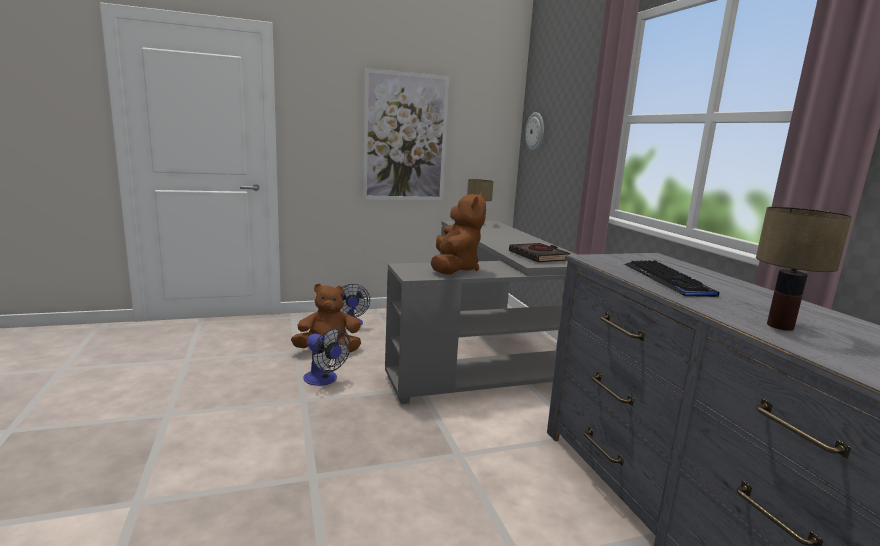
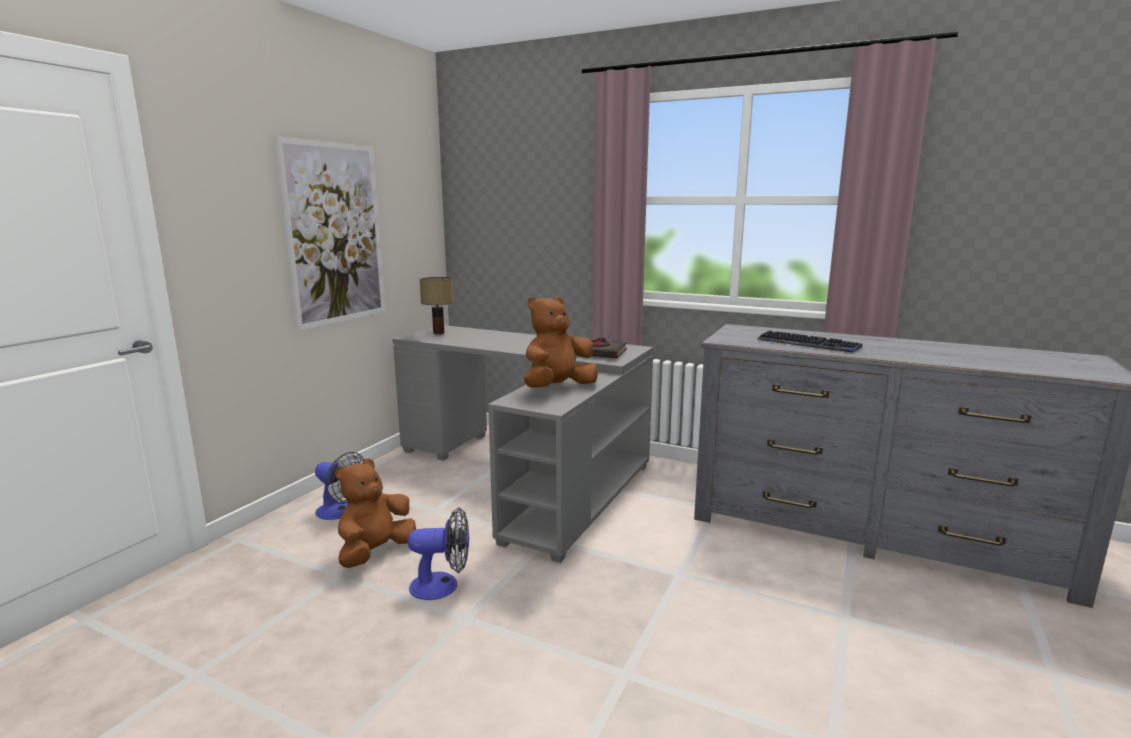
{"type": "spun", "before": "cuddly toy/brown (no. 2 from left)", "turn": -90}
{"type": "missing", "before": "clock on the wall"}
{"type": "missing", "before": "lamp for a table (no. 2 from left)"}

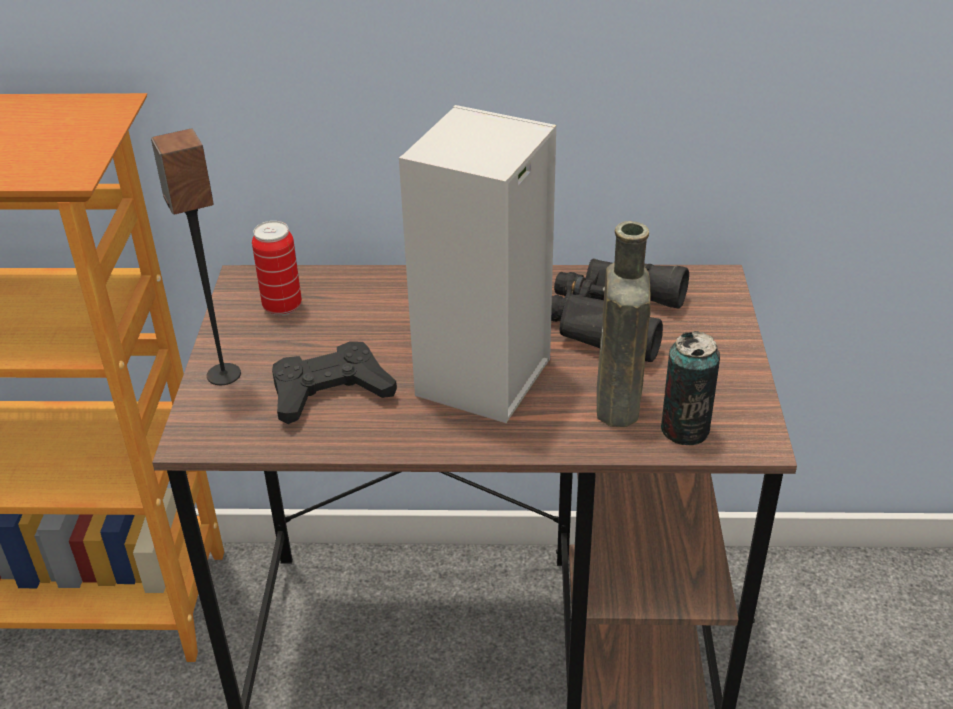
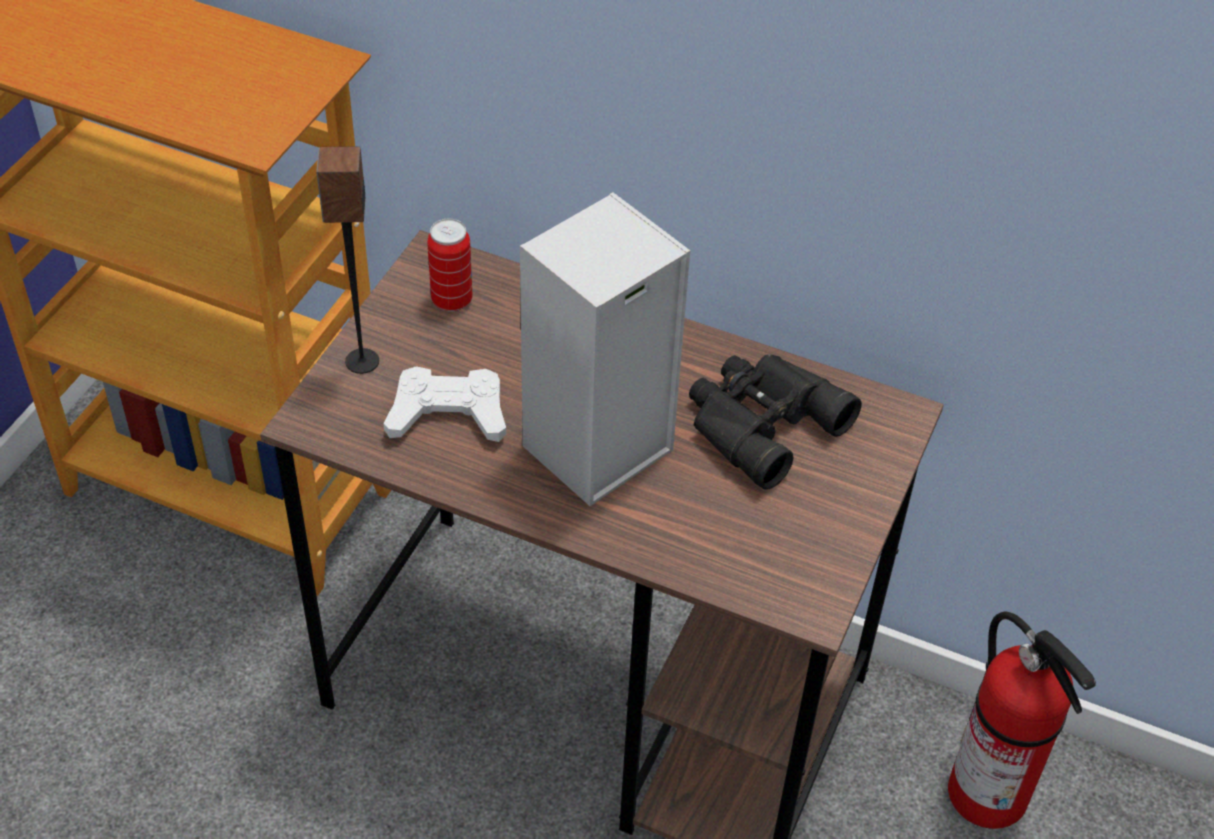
{"type": "colour", "before": "joypad/blackish", "after": "joypad/white"}
{"type": "missing", "before": "bottle/brown"}
{"type": "missing", "before": "can (no. 2 from left)"}
{"type": "appeared", "after": "extinguisher"}

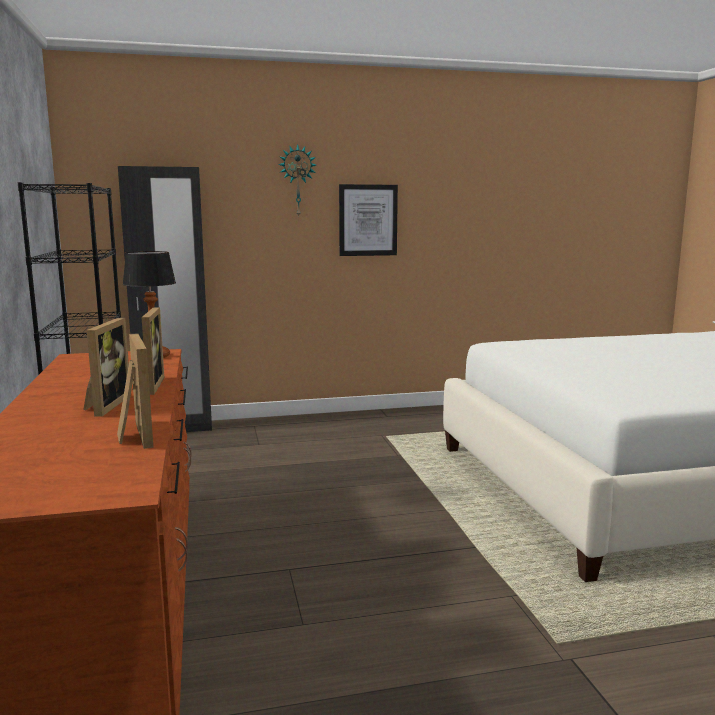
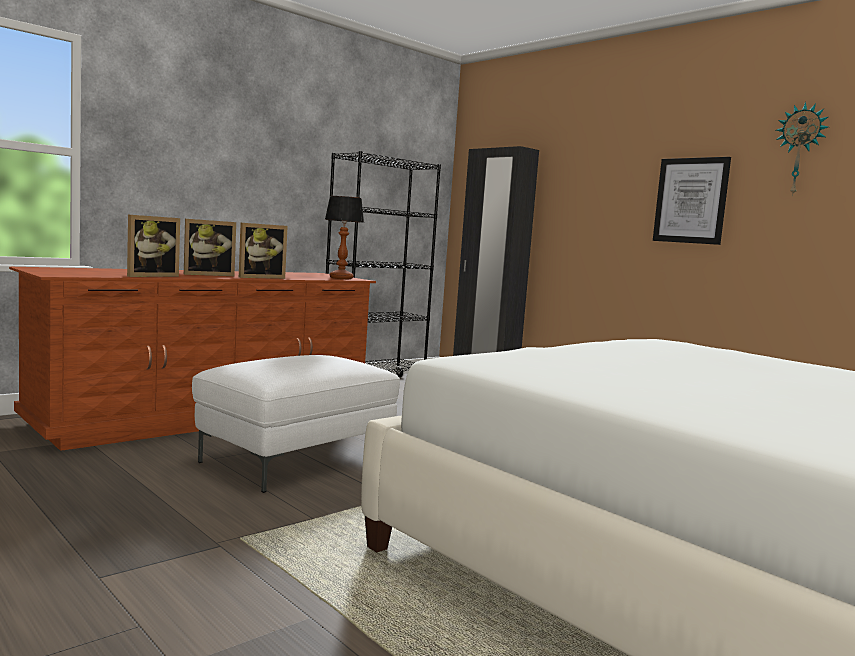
{"type": "relocated", "before": "clock on the wall"}
{"type": "appeared", "after": "ottoman/white"}

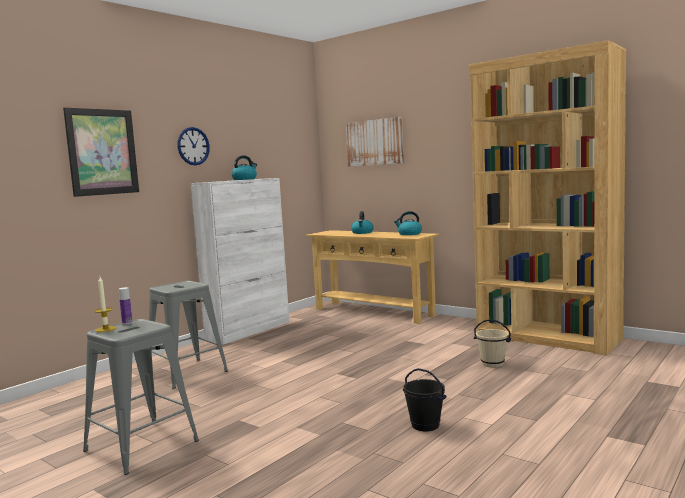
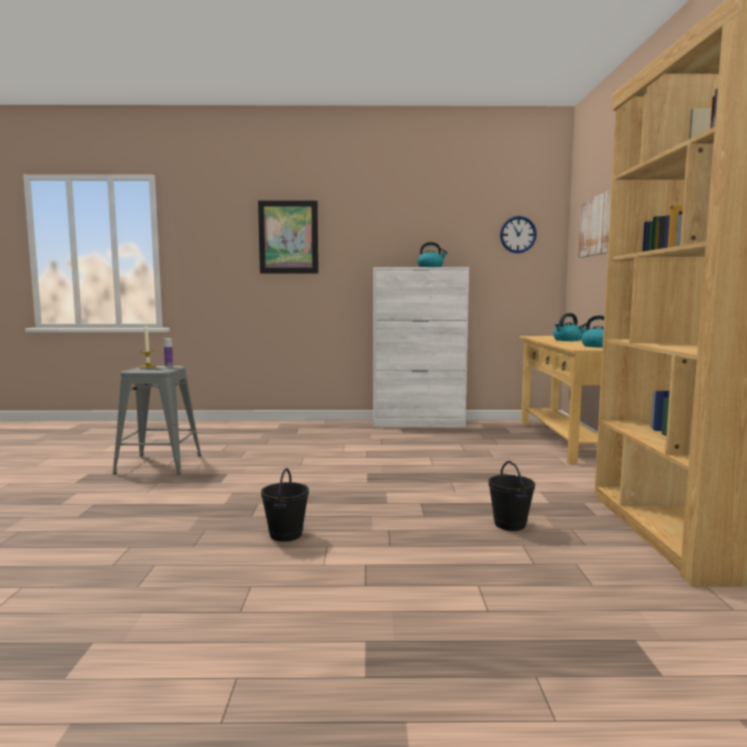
{"type": "missing", "before": "sitting stool/grey (no. 2 from left)"}
{"type": "relocated", "before": "clock on the wall"}
{"type": "colour", "before": "pail/sand-coloured", "after": "pail/blackish (no. 2 from left)"}

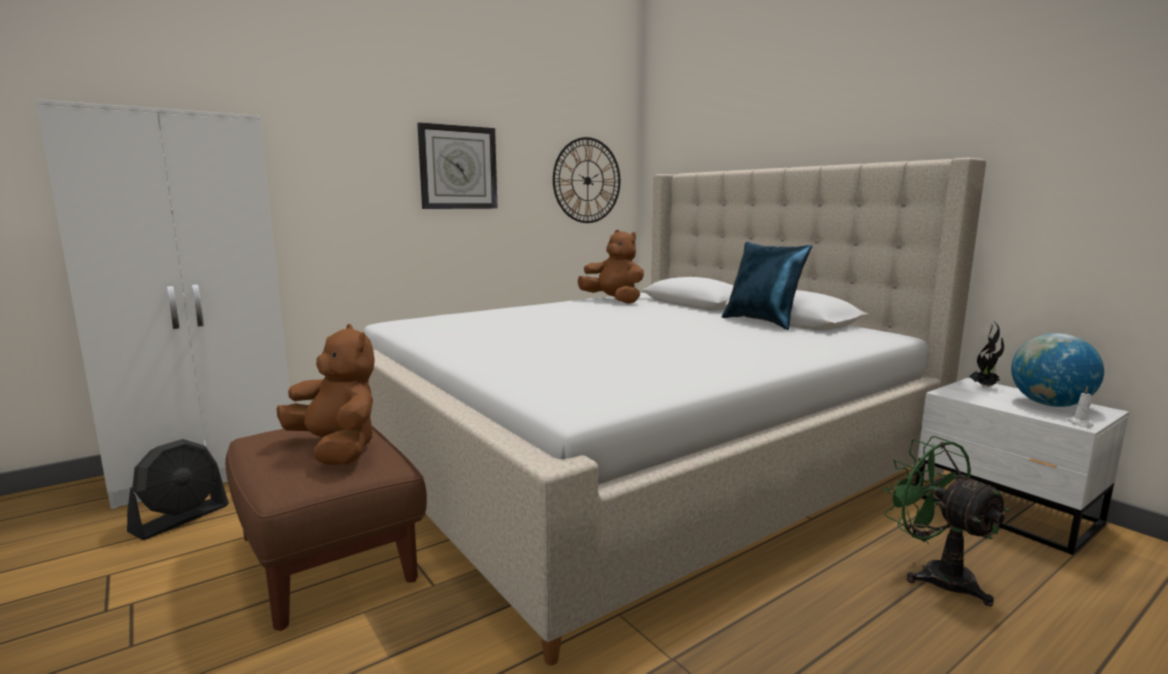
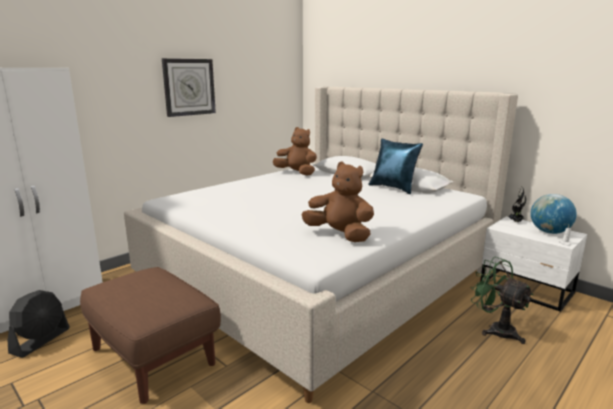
{"type": "relocated", "before": "cuddly toy/brown (no. 1 from left in the first image)", "after": "cuddly toy/brown (no. 2 from left)"}
{"type": "missing", "before": "clock on the wall (no. 2 from left)"}

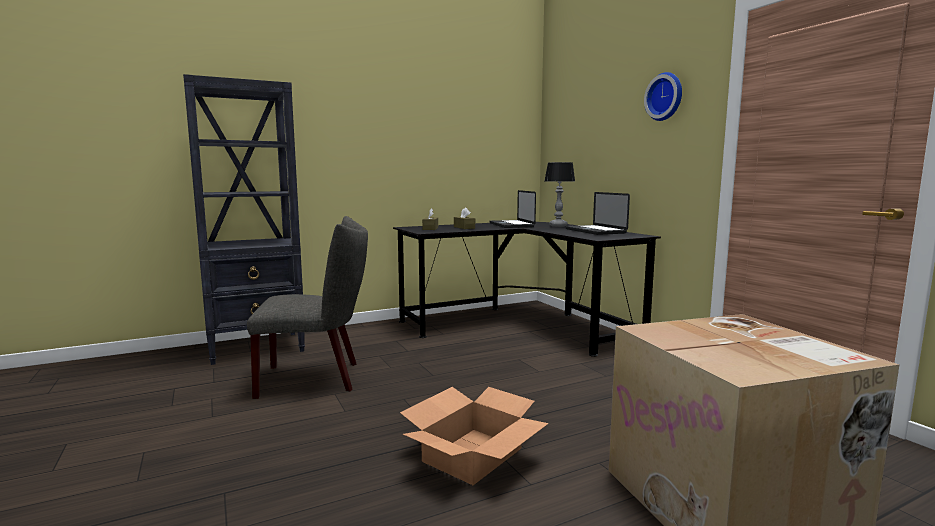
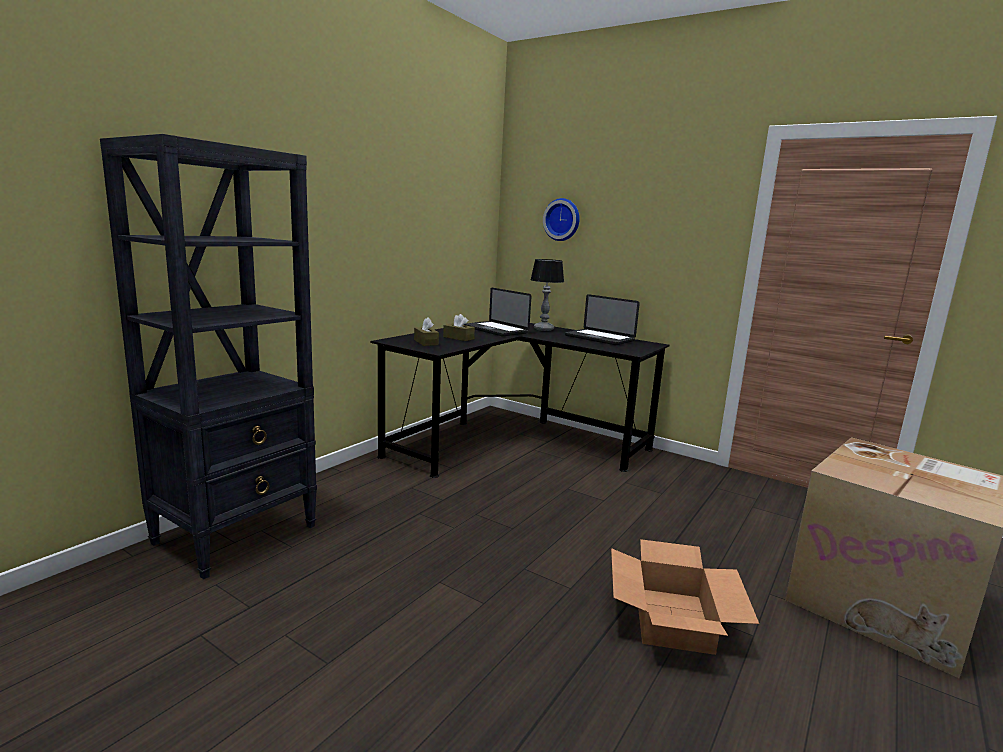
{"type": "missing", "before": "upright chair/grey"}
{"type": "relocated", "before": "clock on the wall"}

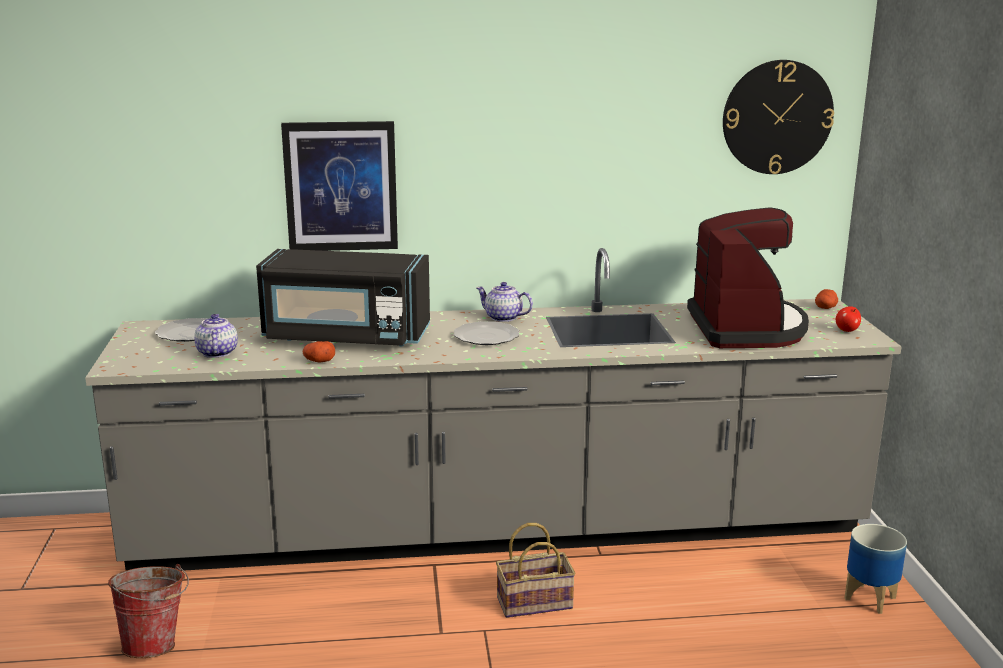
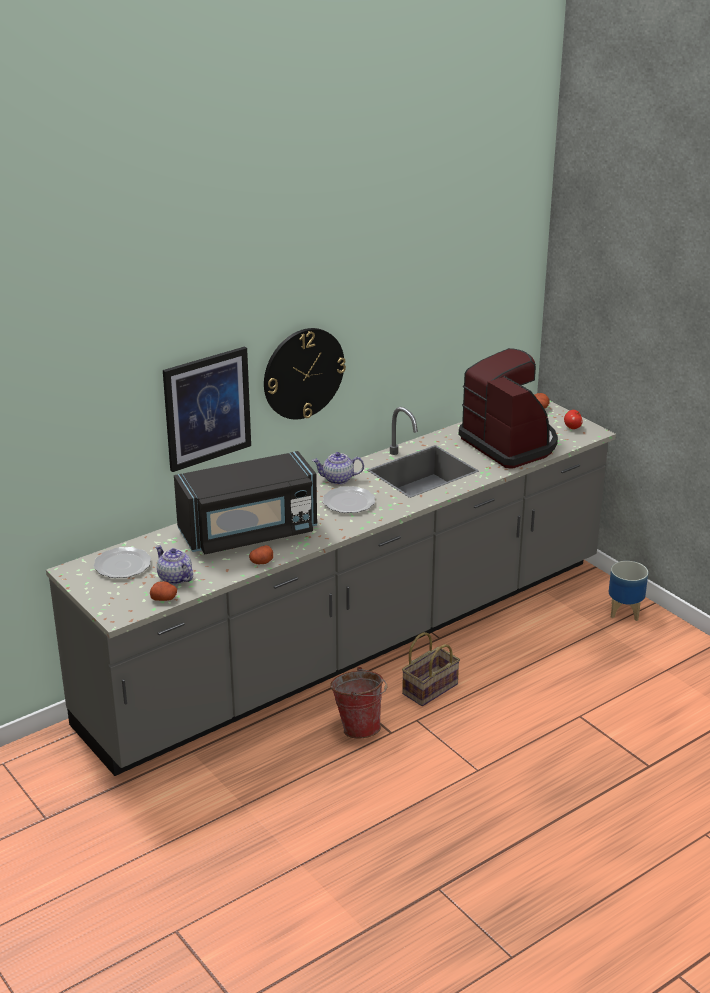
{"type": "relocated", "before": "pail"}
{"type": "relocated", "before": "clock on the wall"}
{"type": "appeared", "after": "spud (no. 1 from left)"}

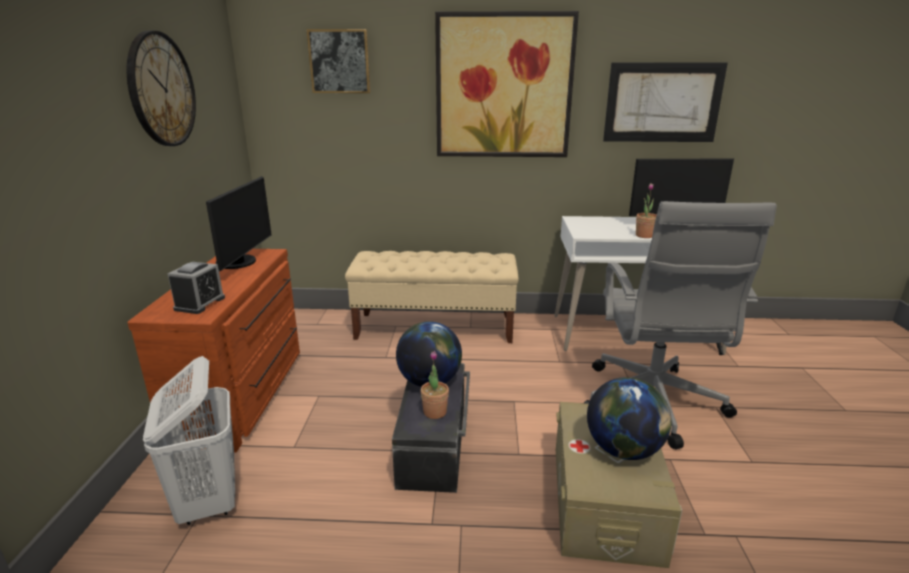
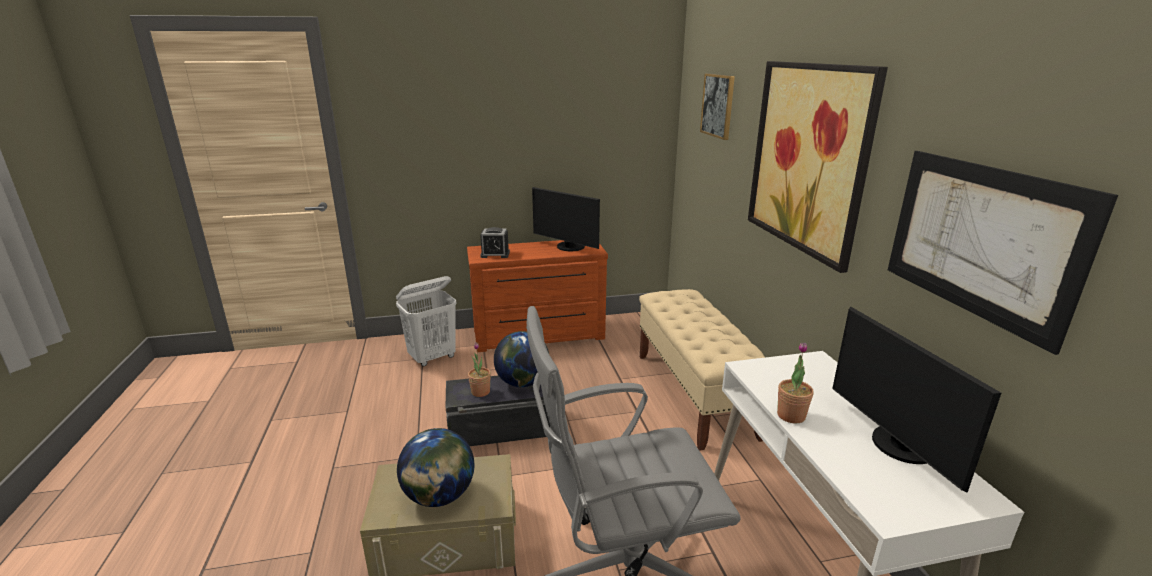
{"type": "missing", "before": "clock on the wall"}
{"type": "spun", "before": "computer screen (no. 1 from left)", "turn": 45}

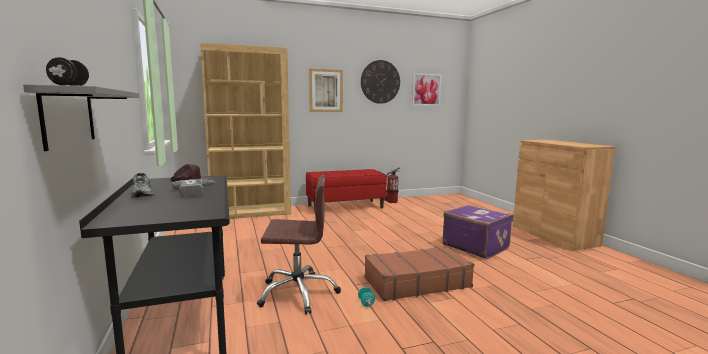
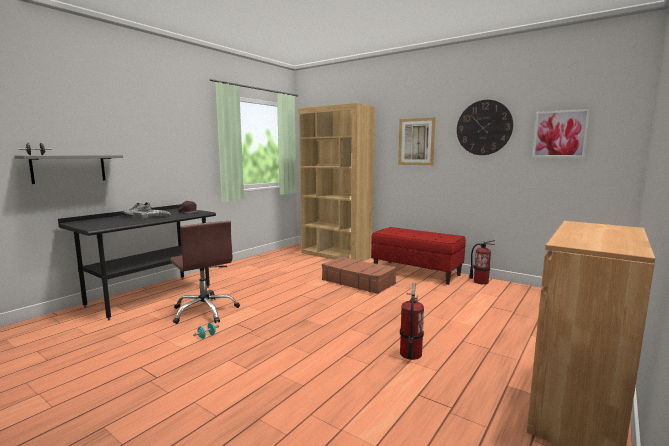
{"type": "relocated", "before": "piece of luggage/brown"}
{"type": "exchanged", "before": "piece of luggage/purple-coloured", "after": "extinguisher (no. 1 from left)"}

